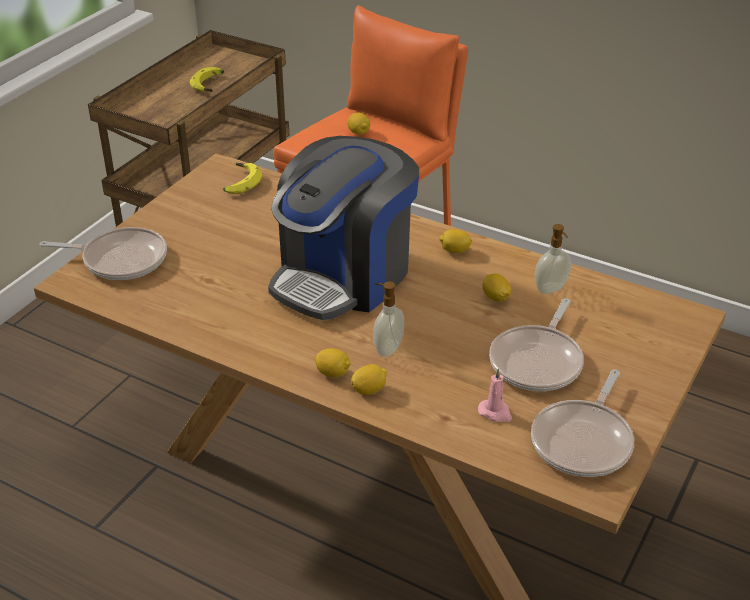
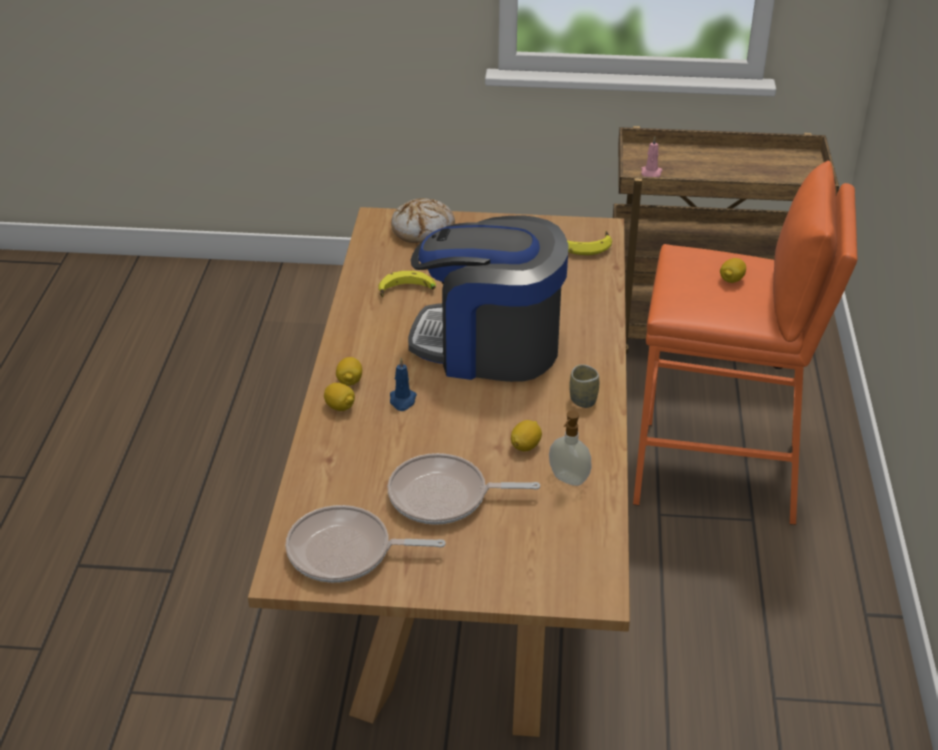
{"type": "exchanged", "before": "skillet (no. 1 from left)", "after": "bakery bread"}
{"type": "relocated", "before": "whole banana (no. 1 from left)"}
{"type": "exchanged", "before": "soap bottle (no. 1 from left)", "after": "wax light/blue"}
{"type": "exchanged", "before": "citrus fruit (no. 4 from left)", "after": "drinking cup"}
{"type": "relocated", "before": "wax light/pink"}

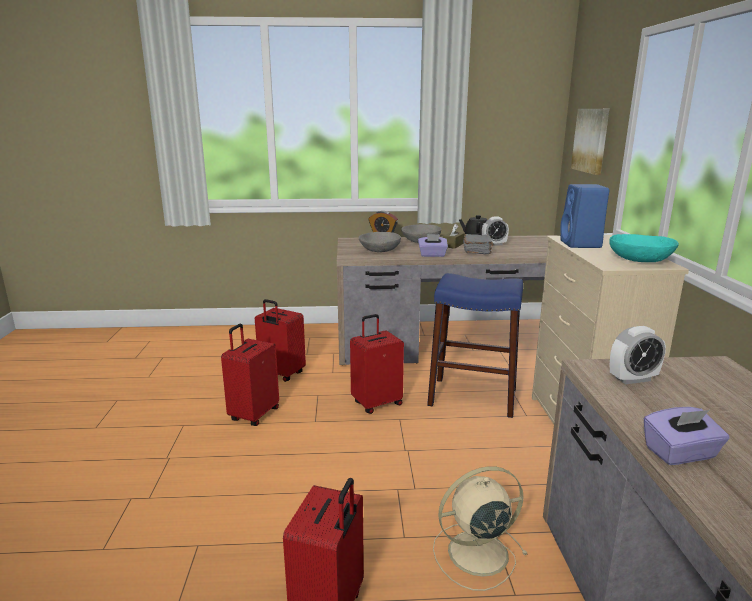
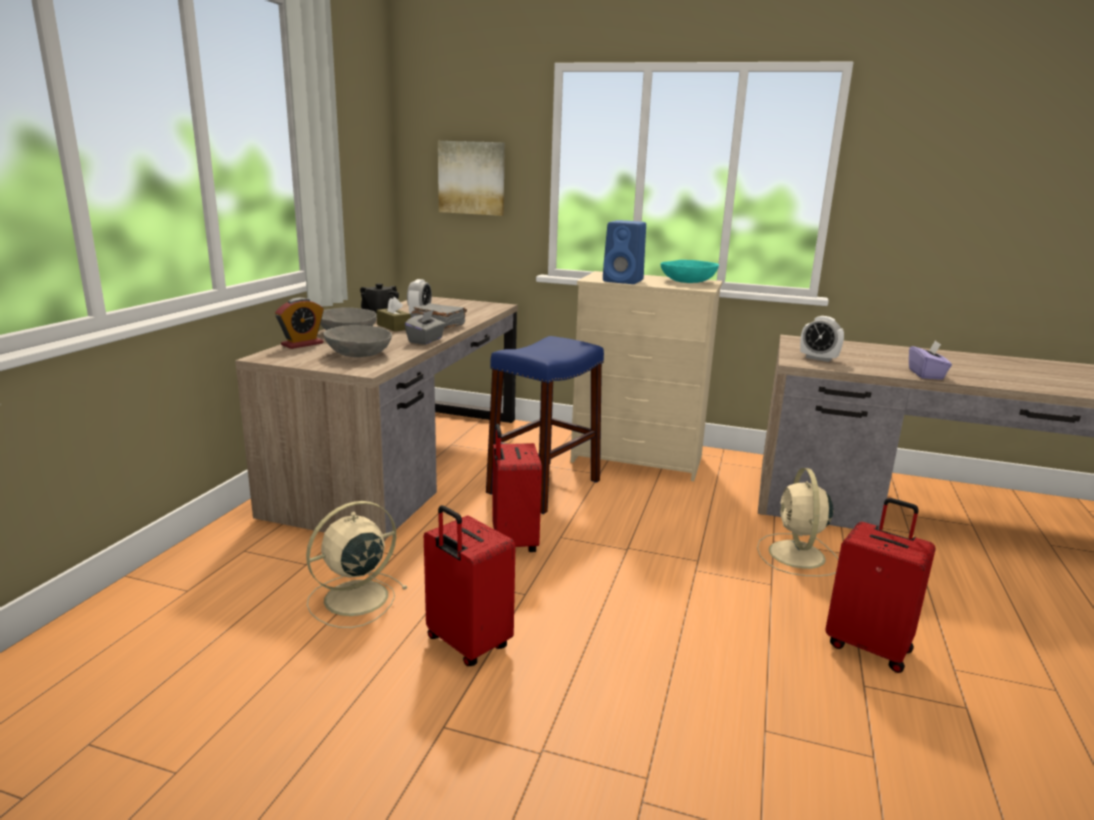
{"type": "exchanged", "before": "piece of luggage/red (no. 2 from left)", "after": "cooling fan/sand-coloured (no. 1 from left)"}
{"type": "colour", "before": "tissue holder/purple-coloured (no. 1 from left)", "after": "tissue holder/grey"}
{"type": "spun", "before": "bedside clock (no. 3 from left)", "turn": 120}

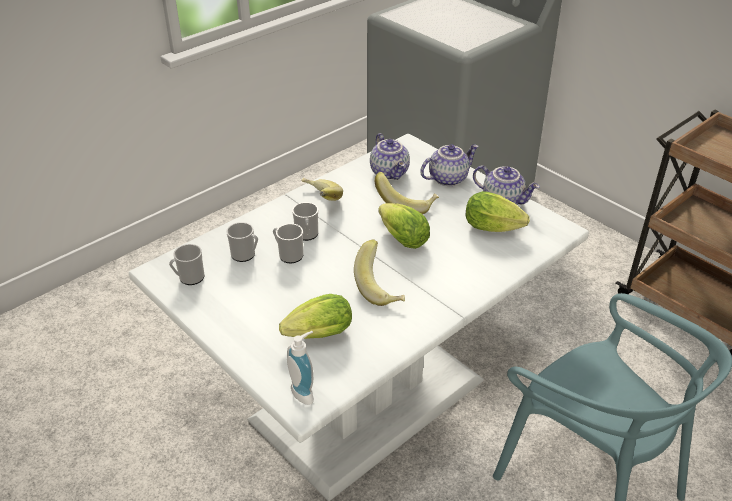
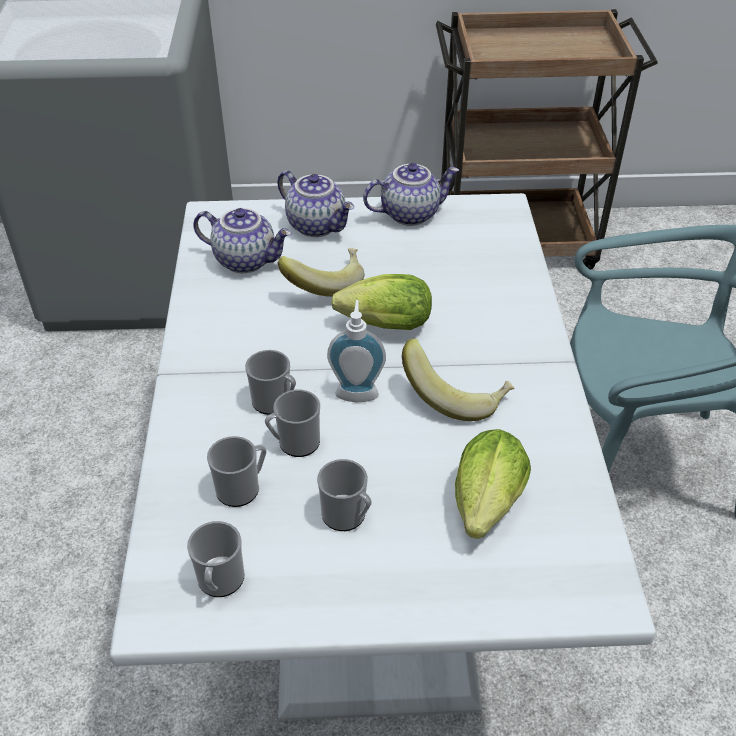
{"type": "relocated", "before": "soap bottle"}
{"type": "missing", "before": "whole banana (no. 1 from left)"}
{"type": "spun", "before": "teapot (no. 2 from left)", "turn": 120}
{"type": "missing", "before": "lettuce (no. 3 from left)"}
{"type": "appeared", "after": "coffee mug (no. 5 from left)"}

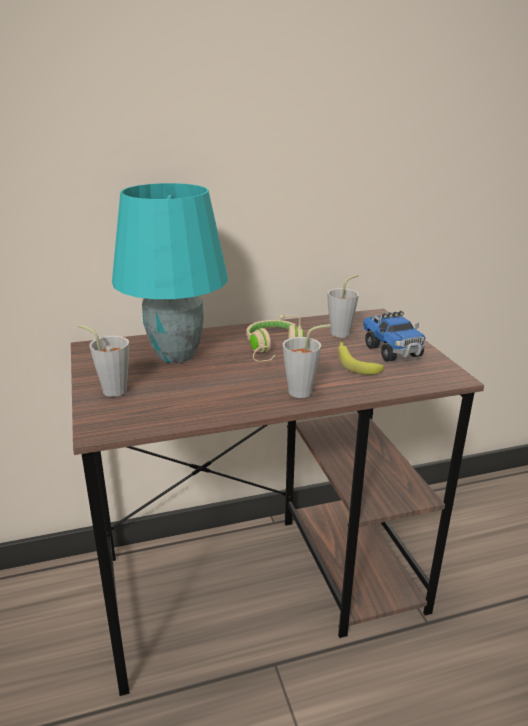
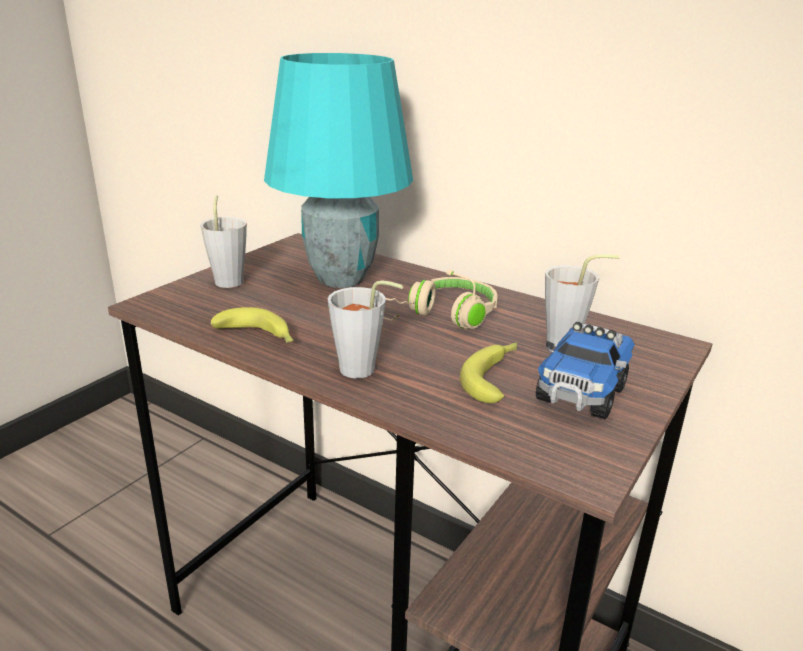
{"type": "appeared", "after": "whole banana (no. 1 from left)"}

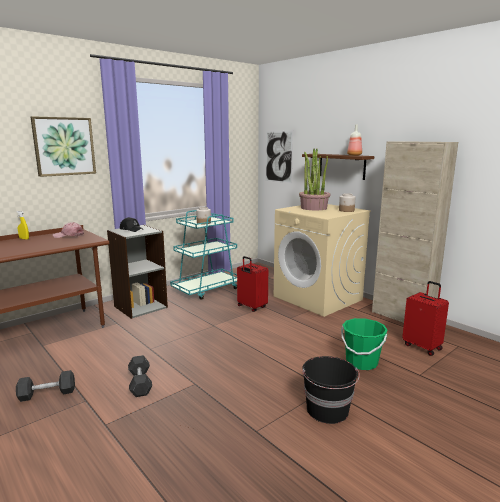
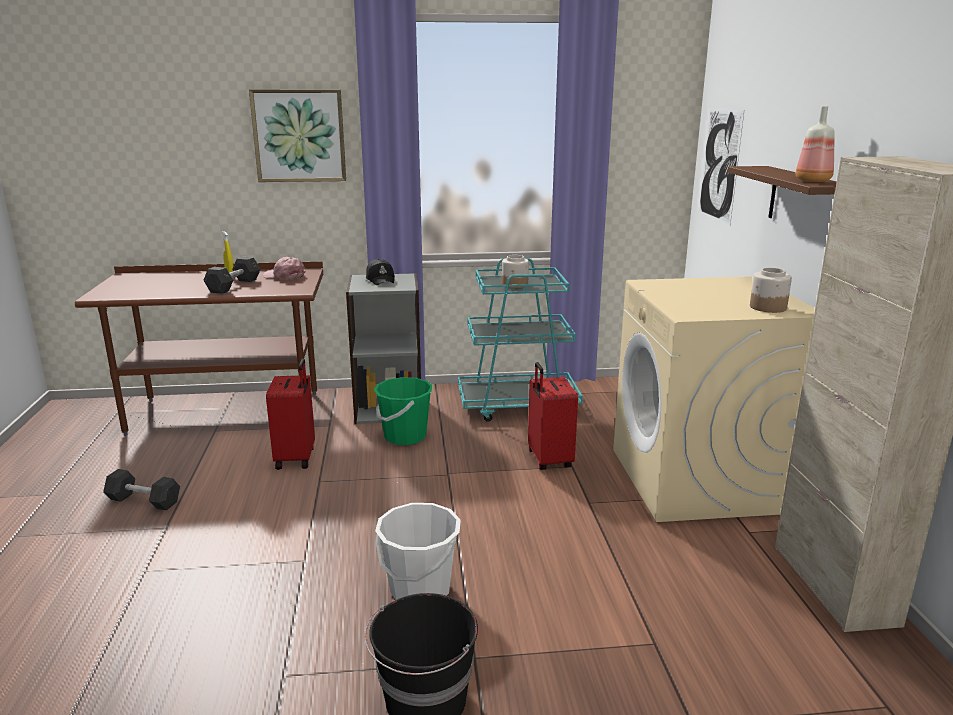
{"type": "relocated", "before": "hand weight/grey (no. 2 from left)"}
{"type": "missing", "before": "plant in a pot"}
{"type": "relocated", "before": "pail/green-coloured"}
{"type": "relocated", "before": "piece of luggage/red (no. 2 from left in the first image)", "after": "piece of luggage/red (no. 1 from left)"}
{"type": "appeared", "after": "pail/white"}

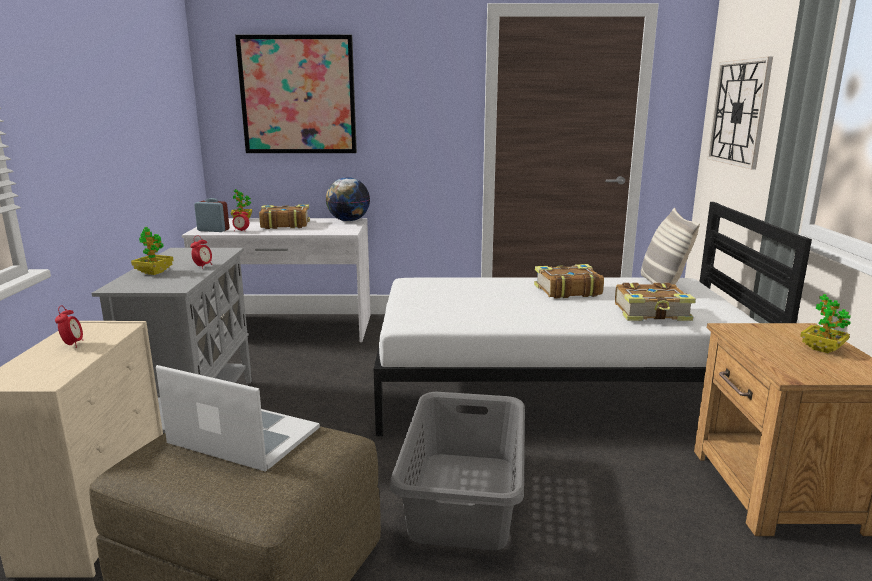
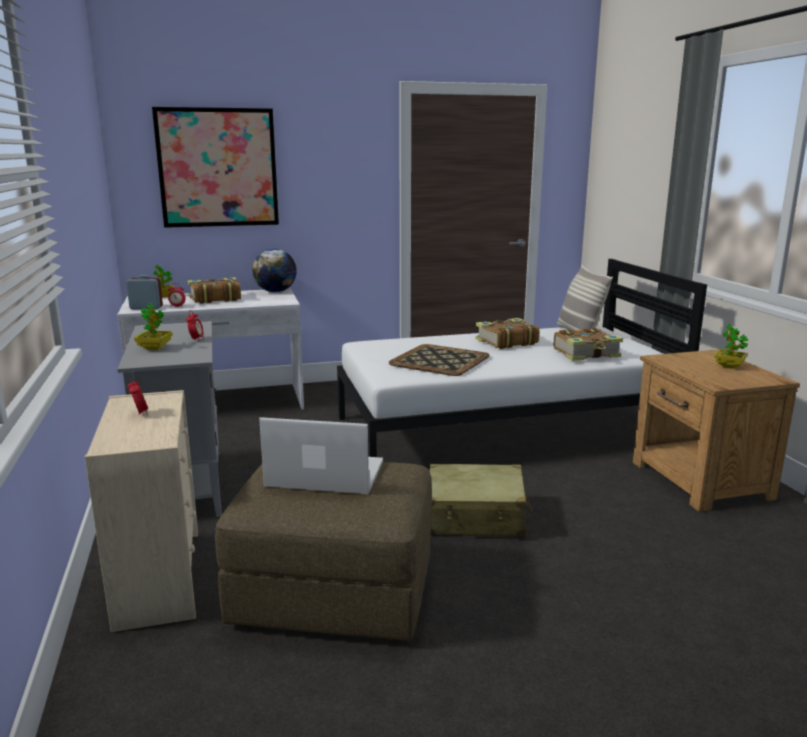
{"type": "exchanged", "before": "laundry basket/grey", "after": "piece of luggage/sand-coloured"}
{"type": "missing", "before": "clock on the wall"}
{"type": "appeared", "after": "serving tray"}

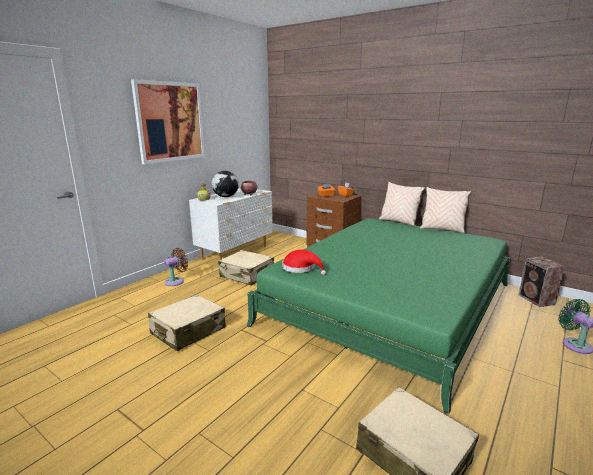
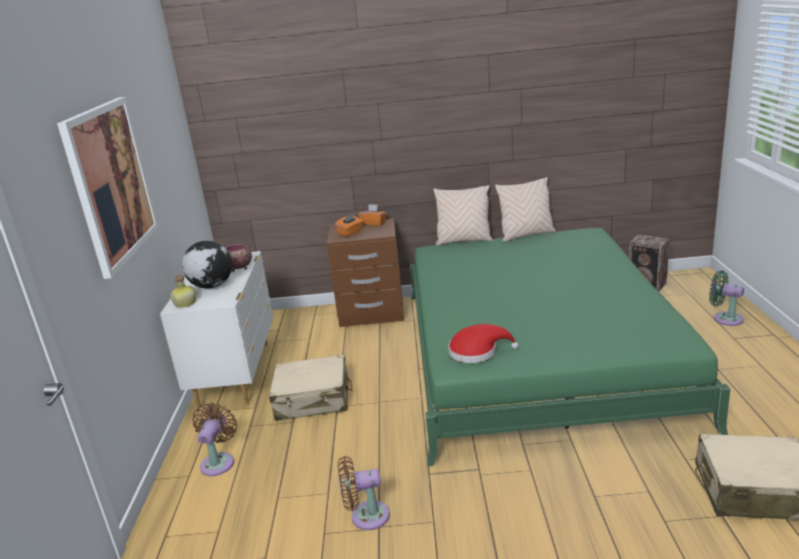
{"type": "exchanged", "before": "piece of luggage/sand-coloured (no. 1 from left)", "after": "cooling fan/brown (no. 2 from left)"}

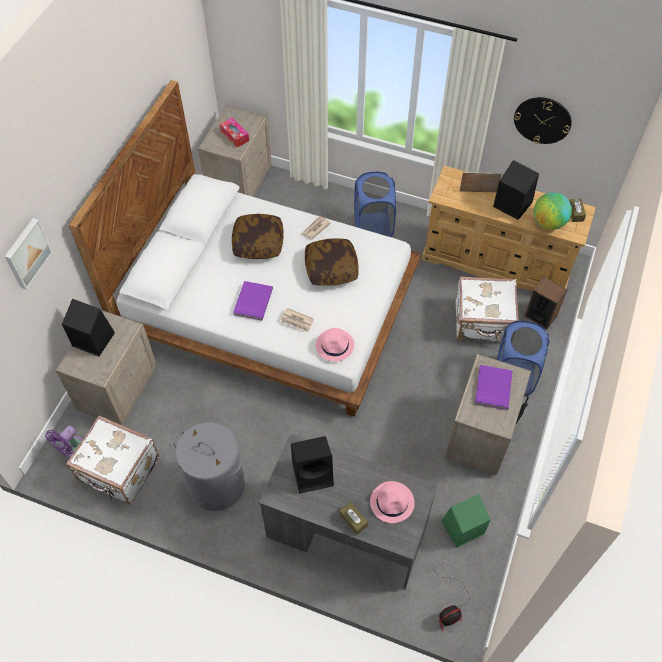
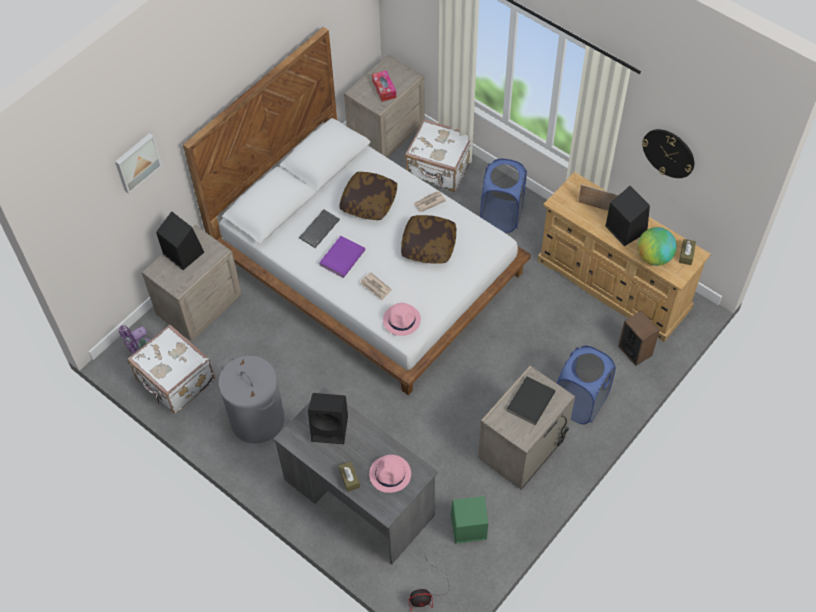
{"type": "relocated", "before": "piece of luggage/white (no. 2 from left)"}
{"type": "colour", "before": "bound book/purple-coloured (no. 2 from left)", "after": "bound book/blackish"}
{"type": "appeared", "after": "keyboard"}

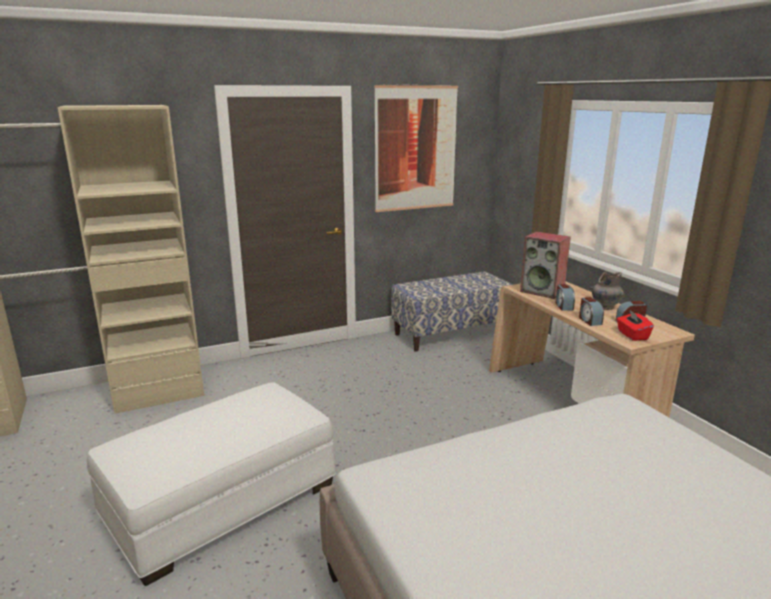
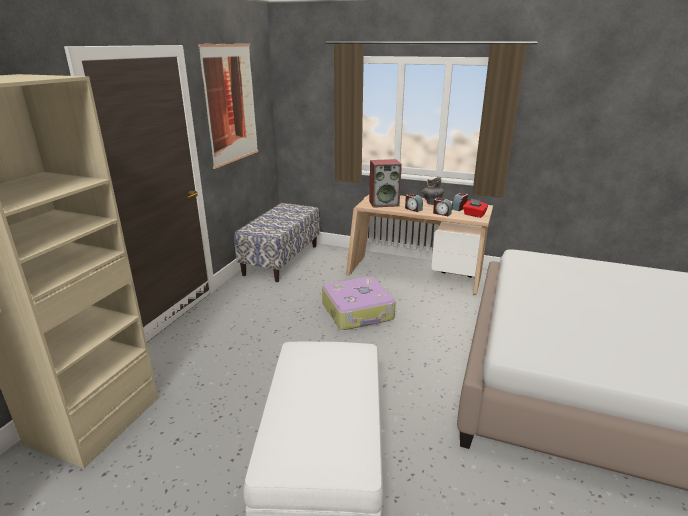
{"type": "appeared", "after": "piece of luggage"}

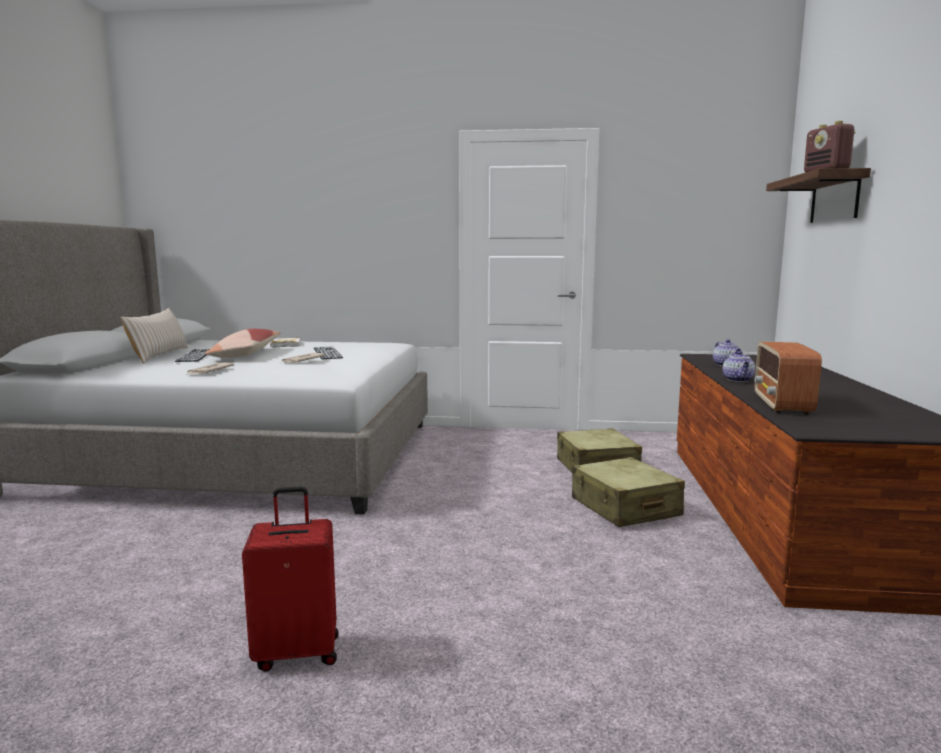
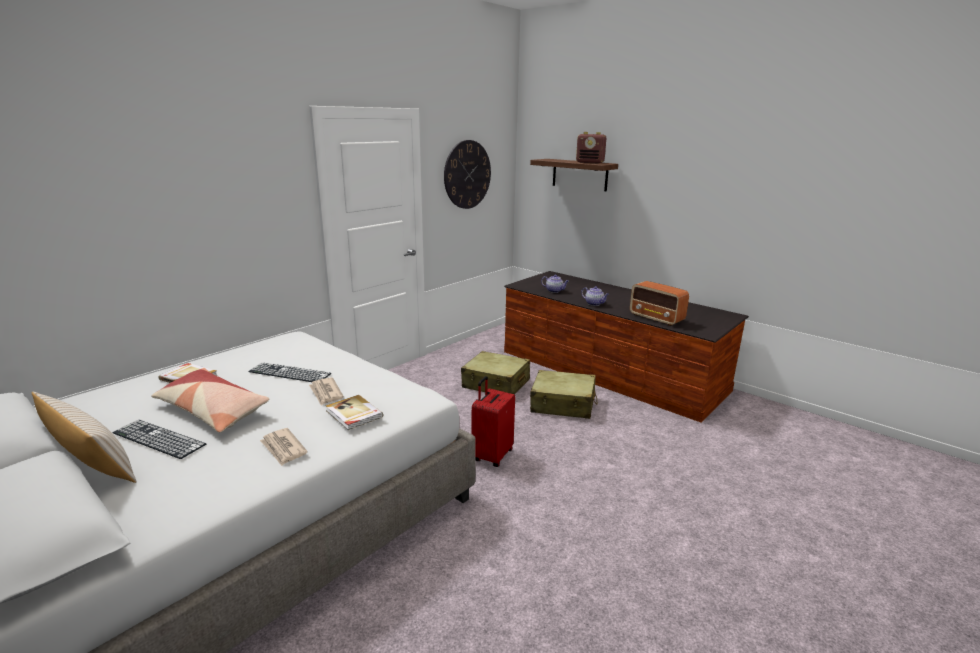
{"type": "relocated", "before": "piece of luggage/red"}
{"type": "appeared", "after": "bound book (no. 2 from left)"}
{"type": "appeared", "after": "clock on the wall"}

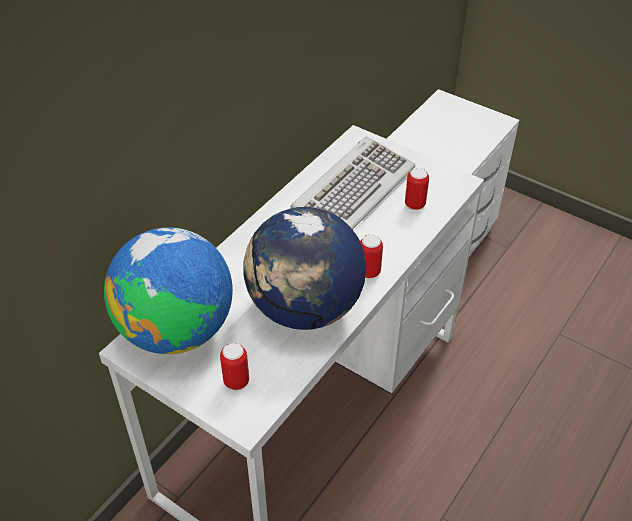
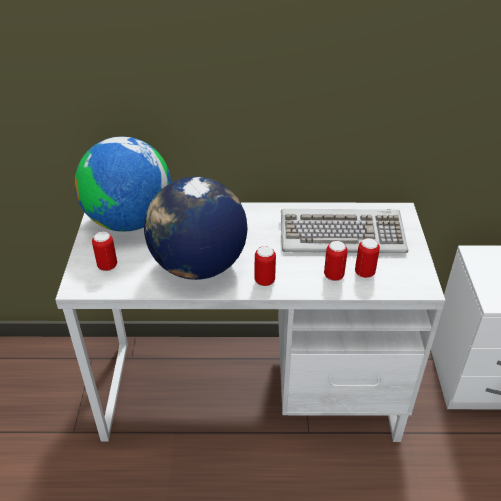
{"type": "appeared", "after": "can (no. 3 from left)"}

